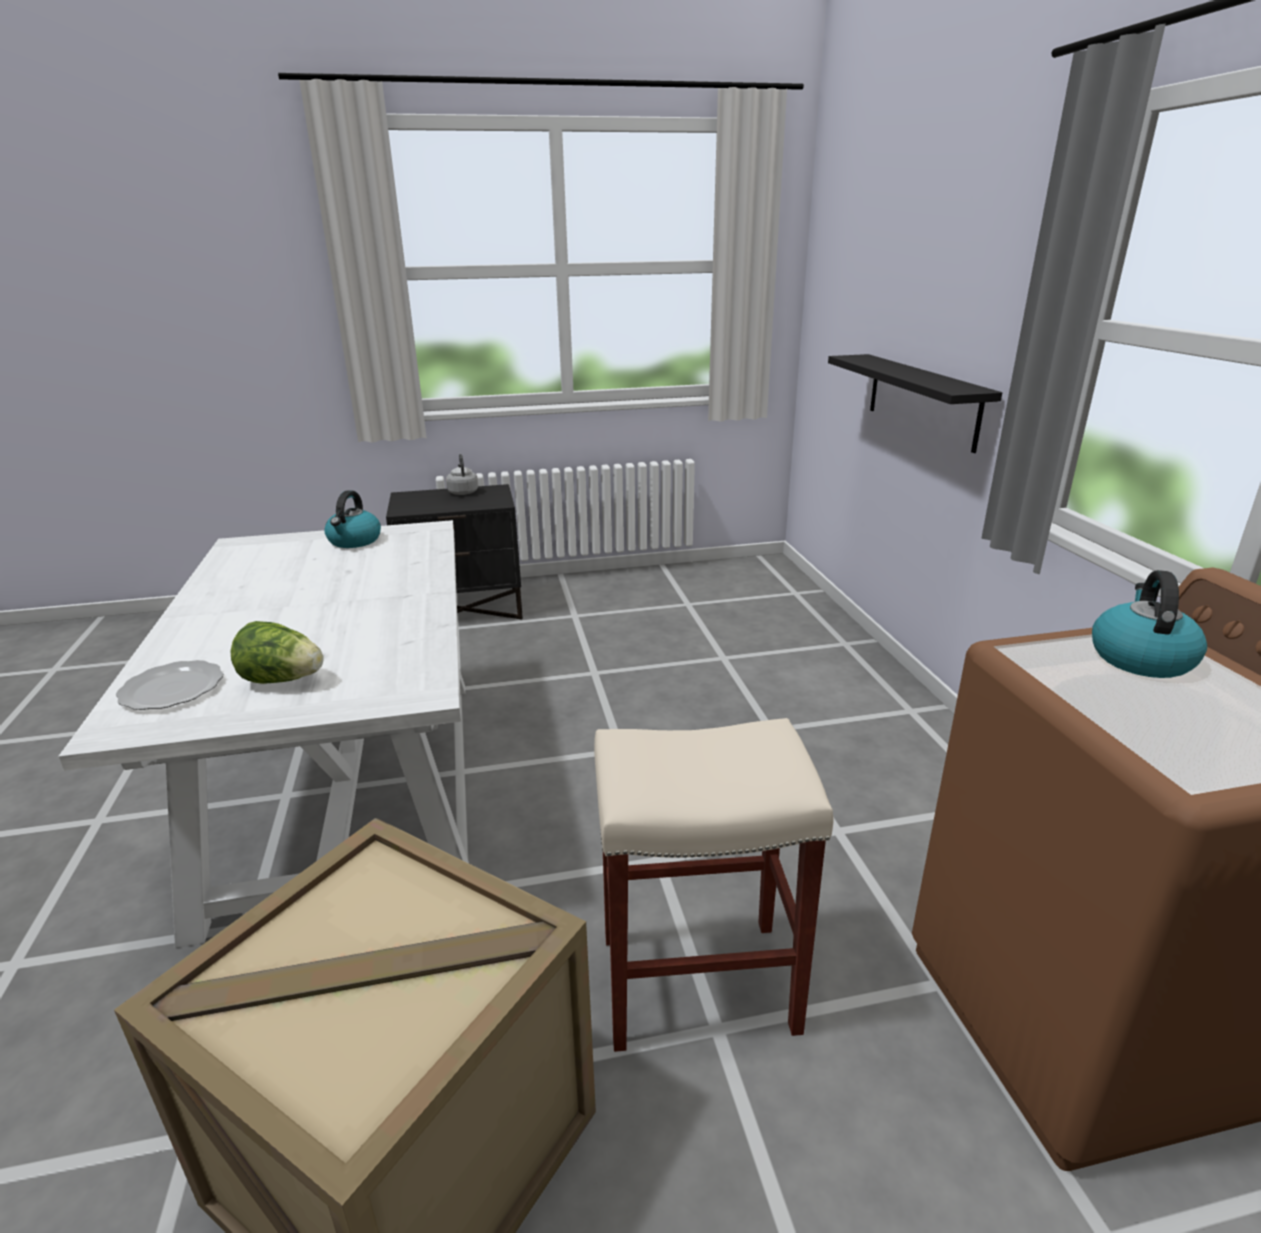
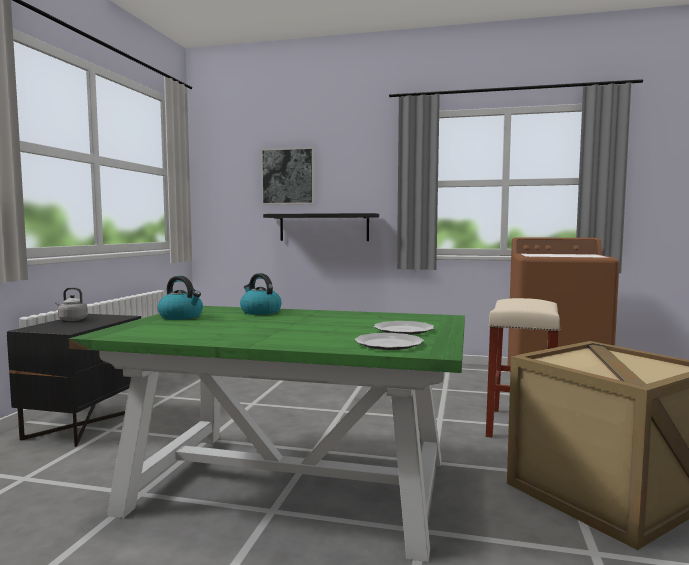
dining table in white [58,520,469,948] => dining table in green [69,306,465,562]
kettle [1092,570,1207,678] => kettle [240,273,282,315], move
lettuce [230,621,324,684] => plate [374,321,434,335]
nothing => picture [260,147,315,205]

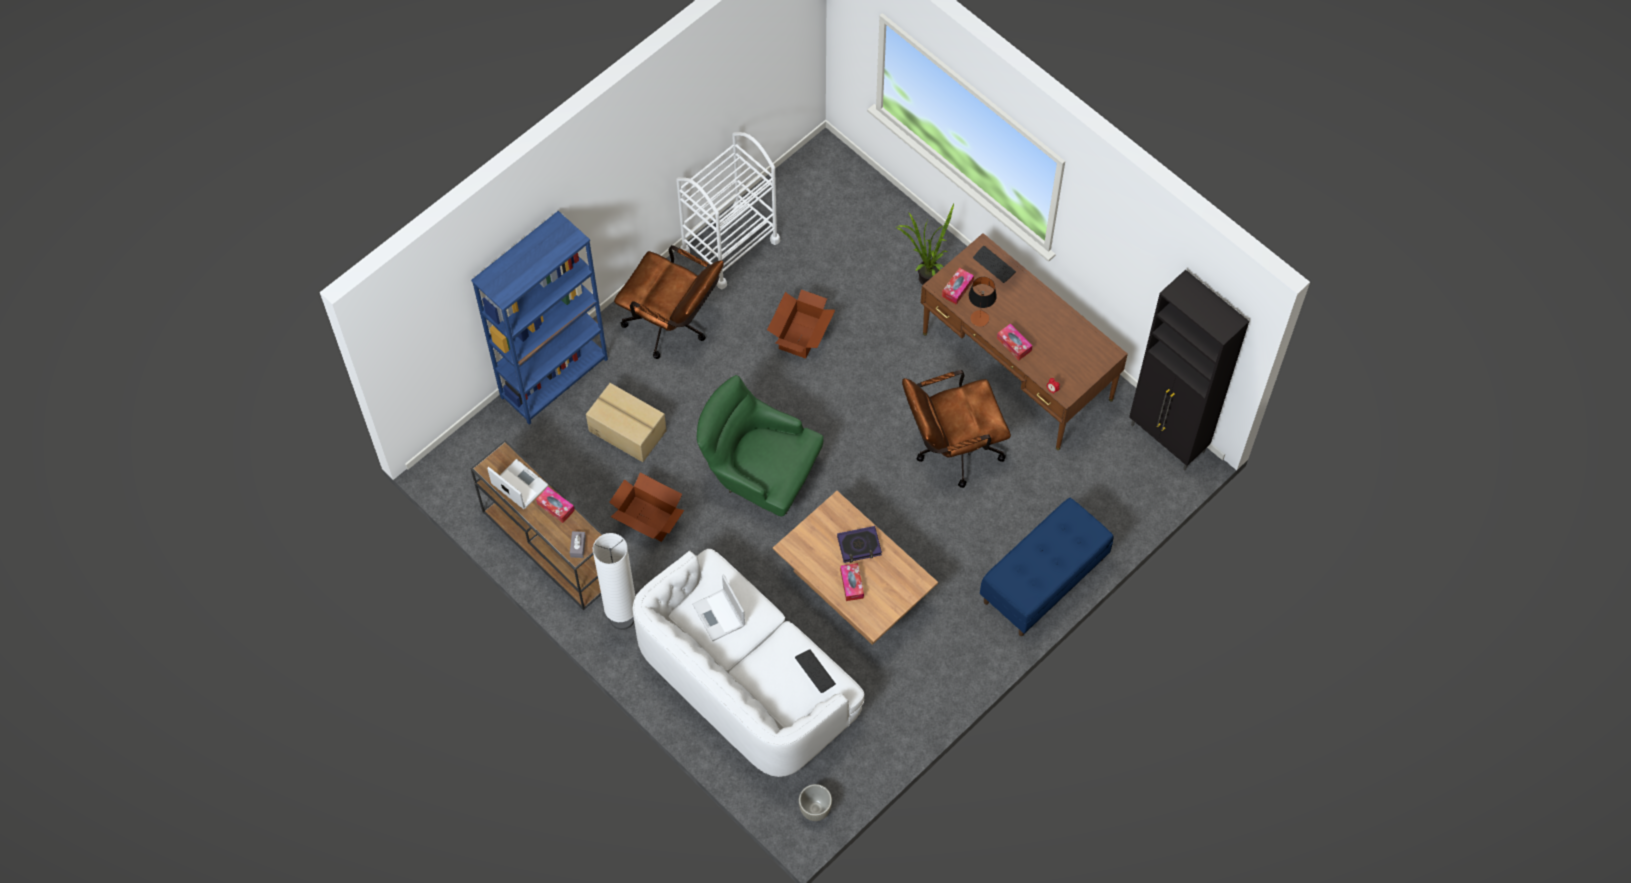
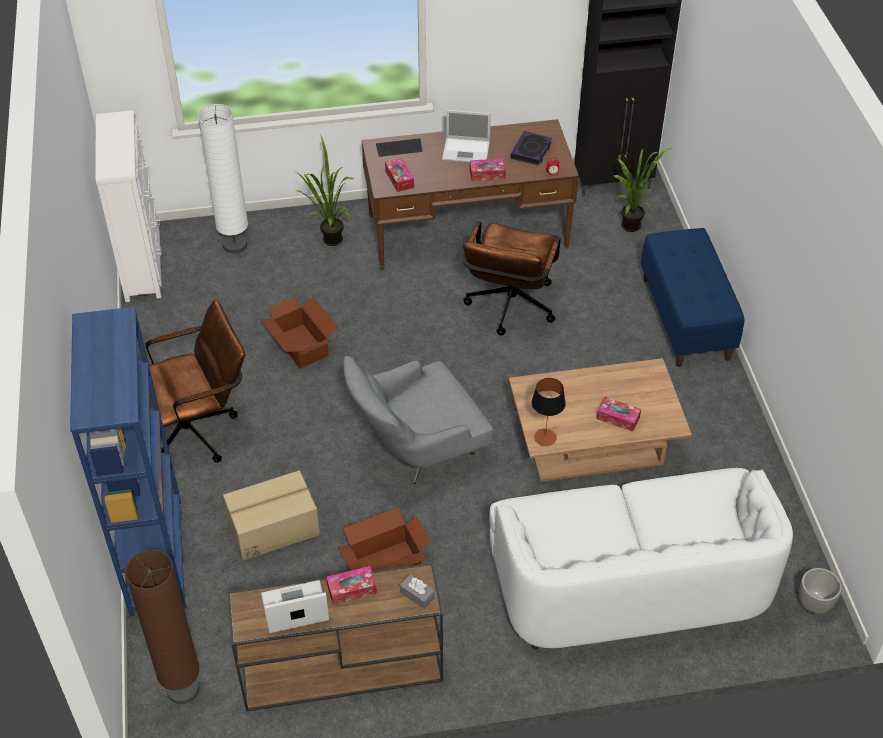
cart in white [676,132,780,289] => nothing
table lamp [969,277,997,327] => table lamp [532,378,566,446], move
armchair in green [697,375,823,516] => armchair in grey [343,356,493,485]
book [837,526,882,563] => book [511,131,552,166], move
floor lamp in white [593,533,635,630] => floor lamp in white [198,104,248,253], move
laptop [692,574,745,641] => laptop [442,110,491,162], move
keyboard [795,649,836,693] => nothing
nothing => dresser in white [95,110,162,302]
nothing => potted plant [612,133,671,232]
nothing => floor lamp in brown [125,550,199,704]

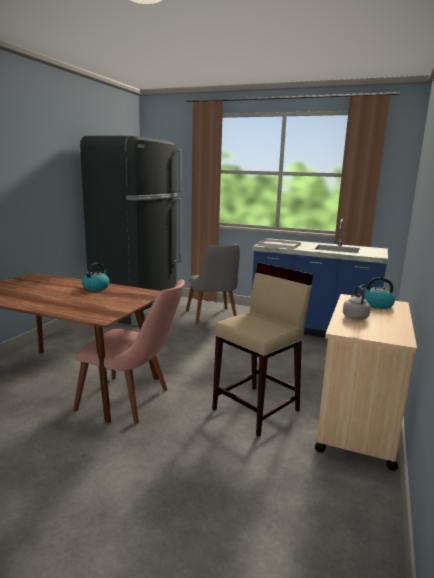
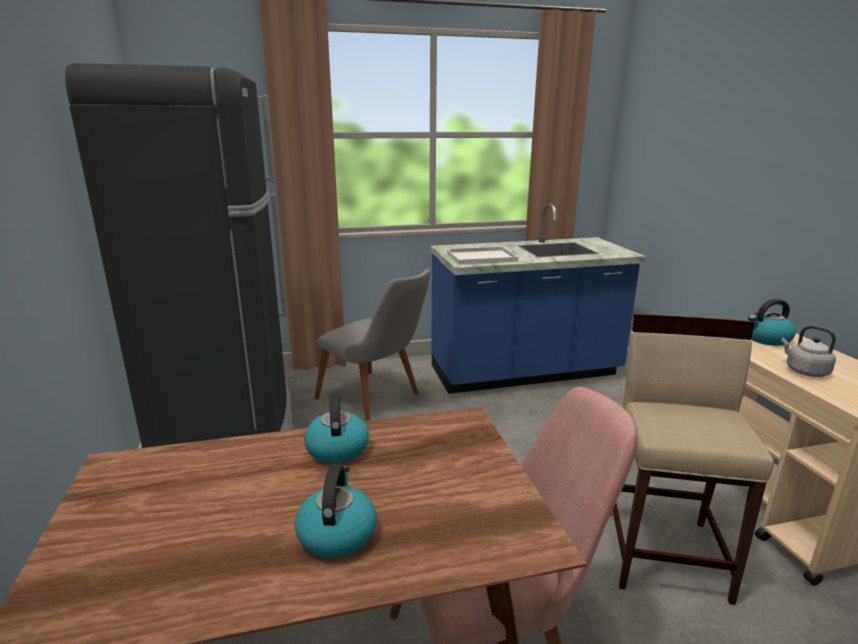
nothing => kettle [295,464,376,559]

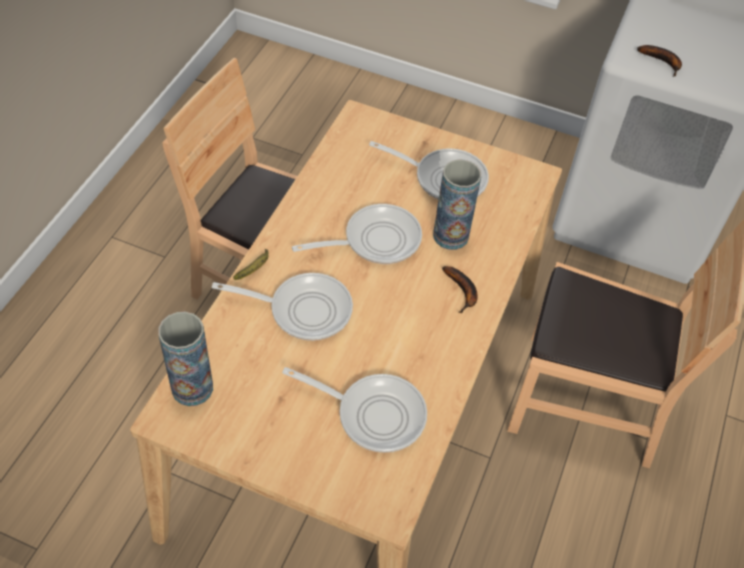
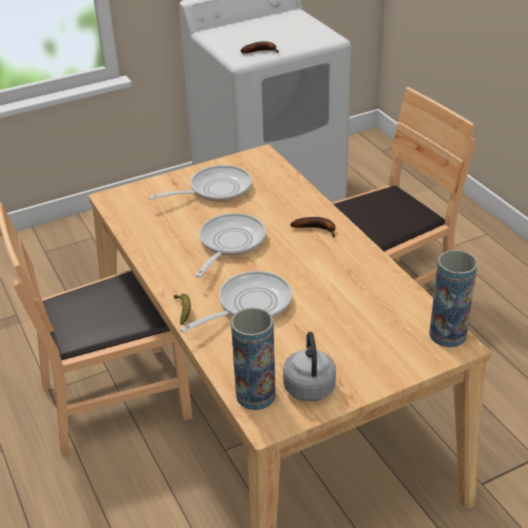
vase [433,159,482,250] => vase [429,250,478,347], move
frying pan [282,367,427,453] => nothing
nothing => kettle in grey [283,332,336,401]

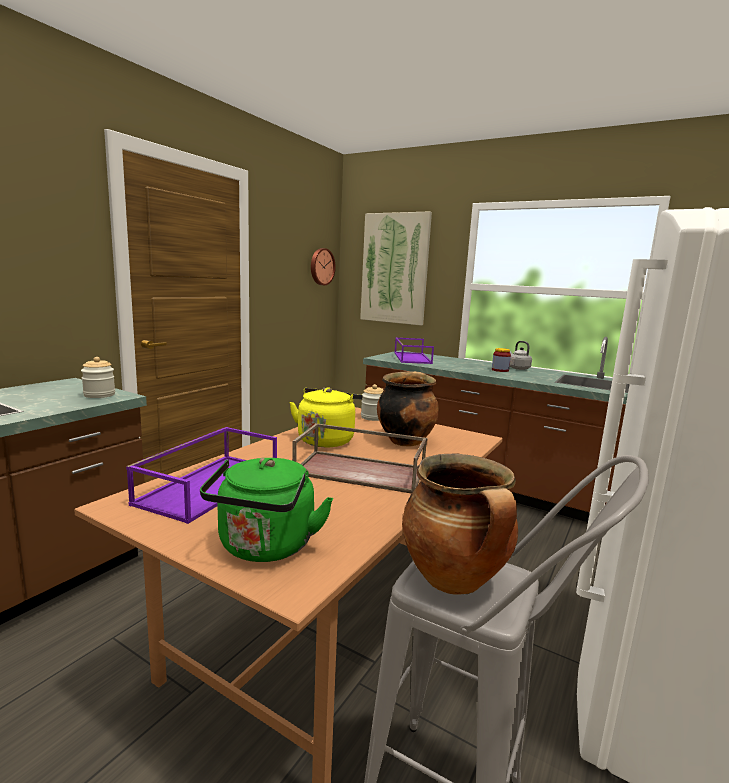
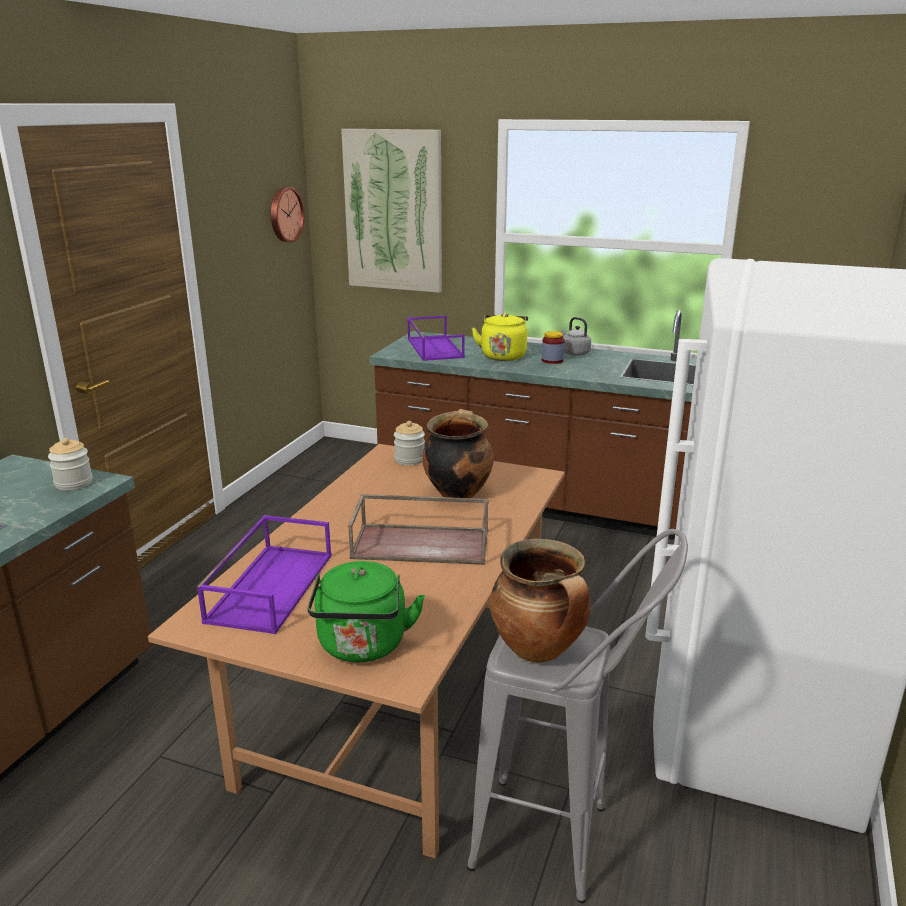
kettle in yellow [289,387,363,447] => kettle in yellow [472,313,528,361], move

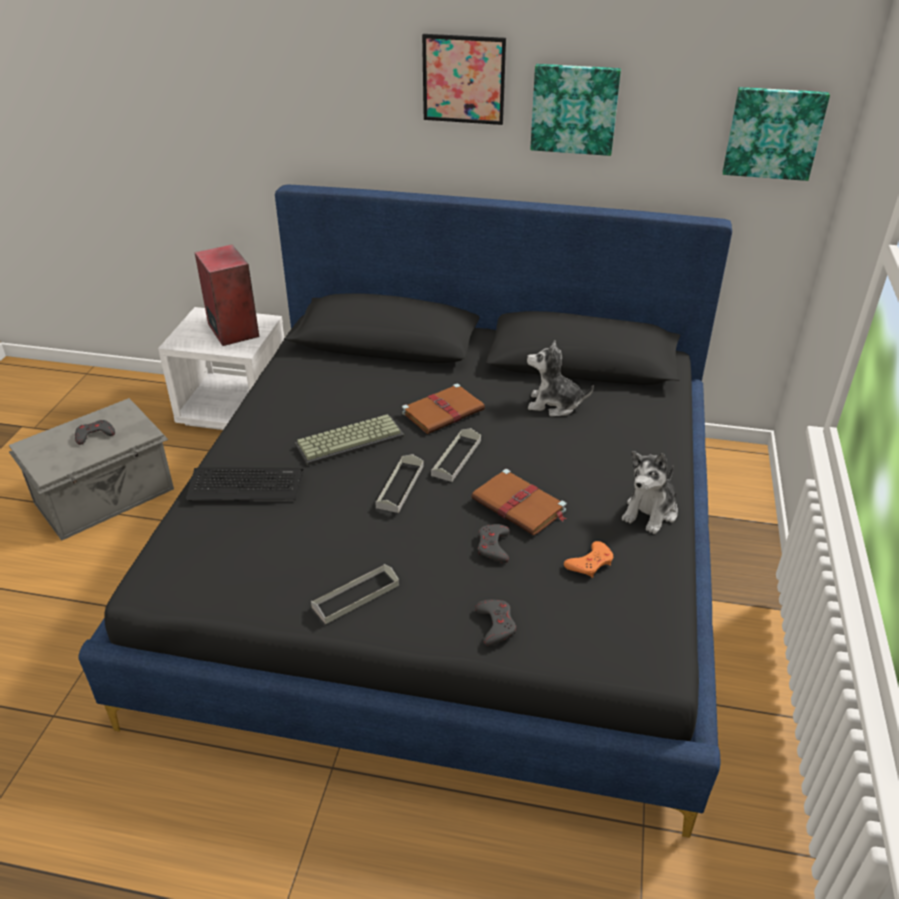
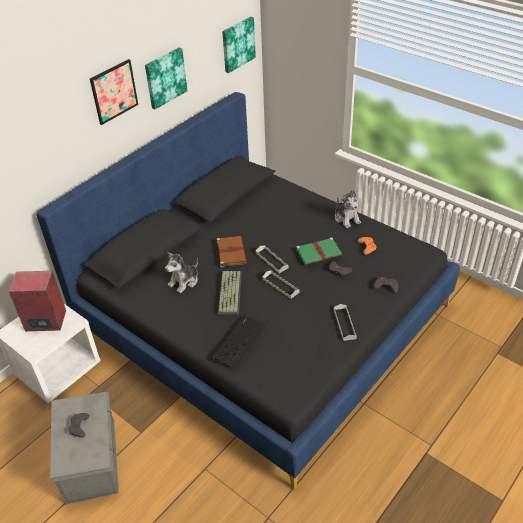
plush toy [527,340,594,417] => plush toy [165,252,198,293], move
book in brown [471,469,566,535] => book in green [296,237,342,265]

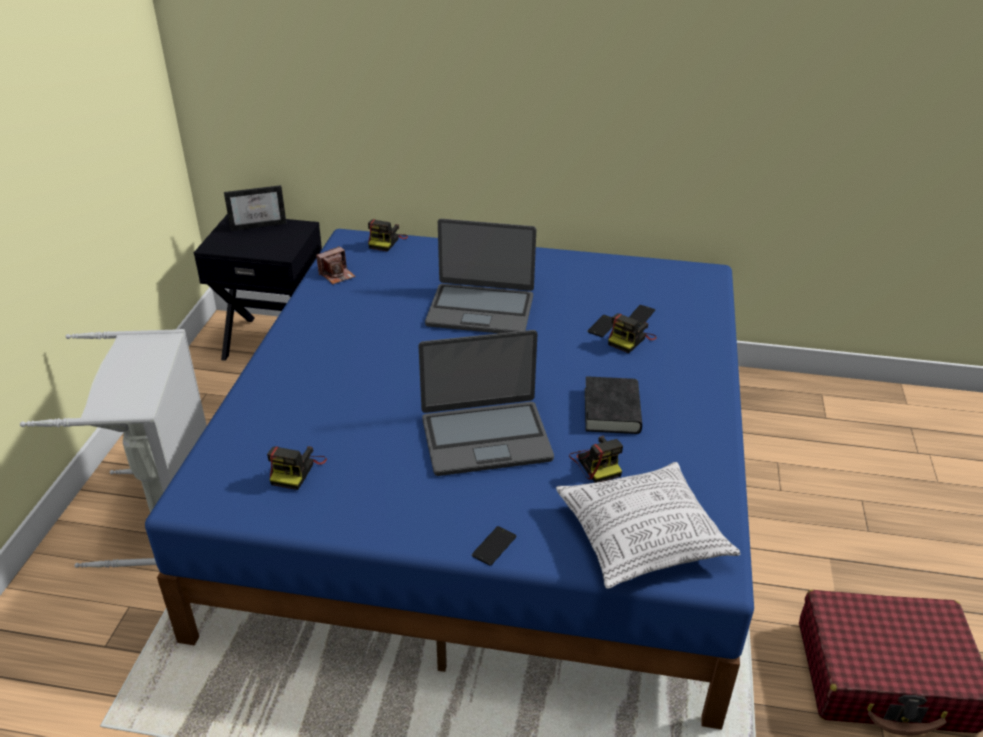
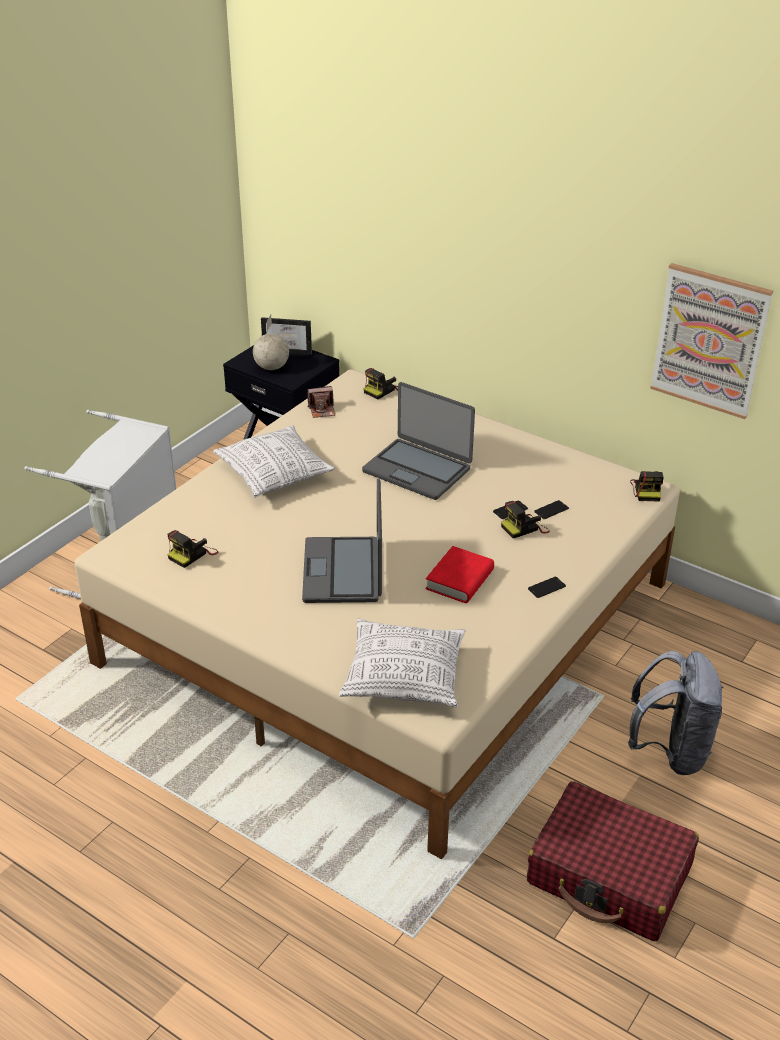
bed in blue [145,229,754,729] => bed in beige [75,369,680,859]
laptop [419,330,554,476] => laptop [302,478,382,603], 75 degrees clockwise
book in black [585,376,642,434] => book in red [426,546,494,603]
photo camera [569,436,623,483] => photo camera [630,471,663,502], move
phone [472,526,516,566] => phone [528,577,566,598], move
nothing => picture [650,263,773,419]
nothing => globe [253,315,289,370]
nothing => pillow [213,425,335,498]
nothing => backpack in grey [628,651,723,775]

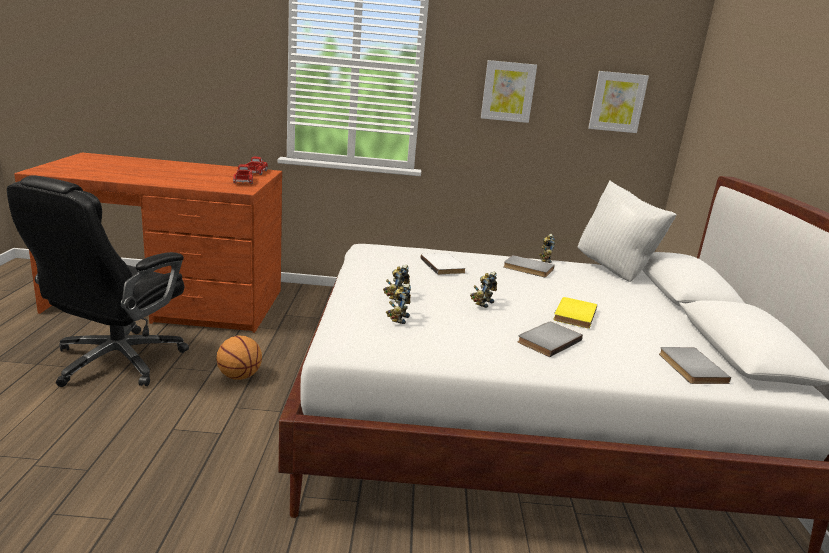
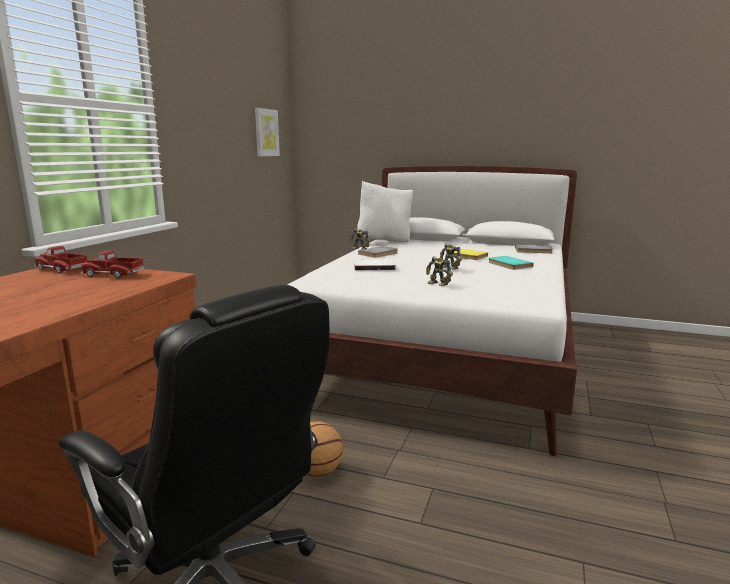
picture [481,60,537,123] => nothing
toy robot [386,284,411,324] => nothing
book in grey [518,322,583,357] => book in turquoise [488,256,534,270]

